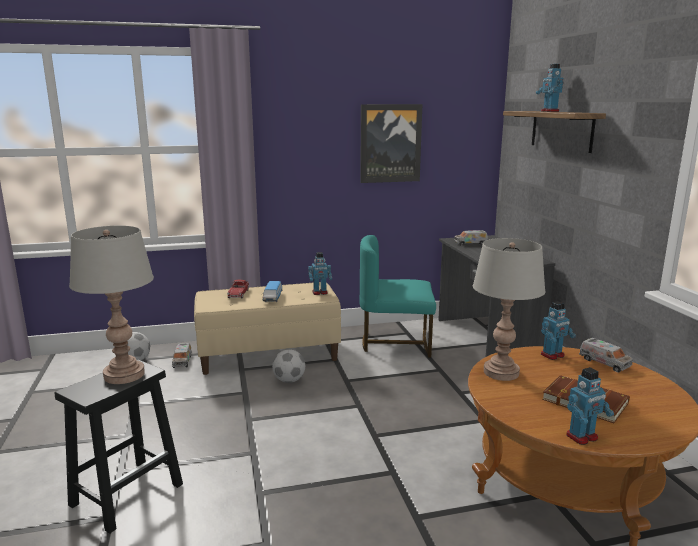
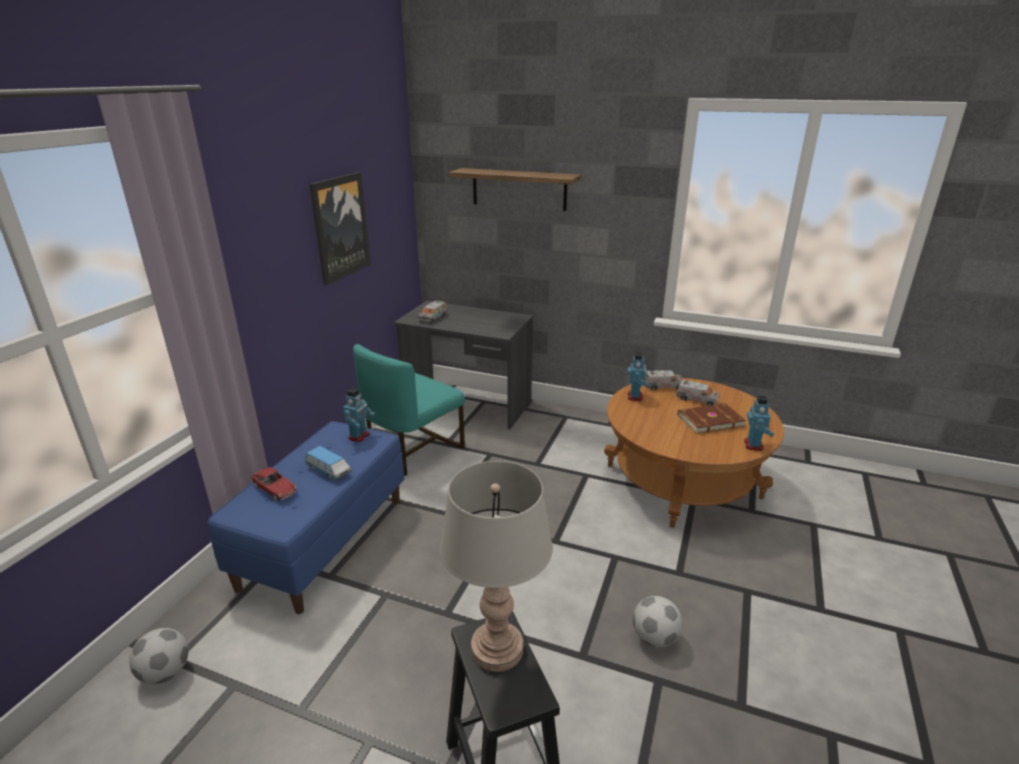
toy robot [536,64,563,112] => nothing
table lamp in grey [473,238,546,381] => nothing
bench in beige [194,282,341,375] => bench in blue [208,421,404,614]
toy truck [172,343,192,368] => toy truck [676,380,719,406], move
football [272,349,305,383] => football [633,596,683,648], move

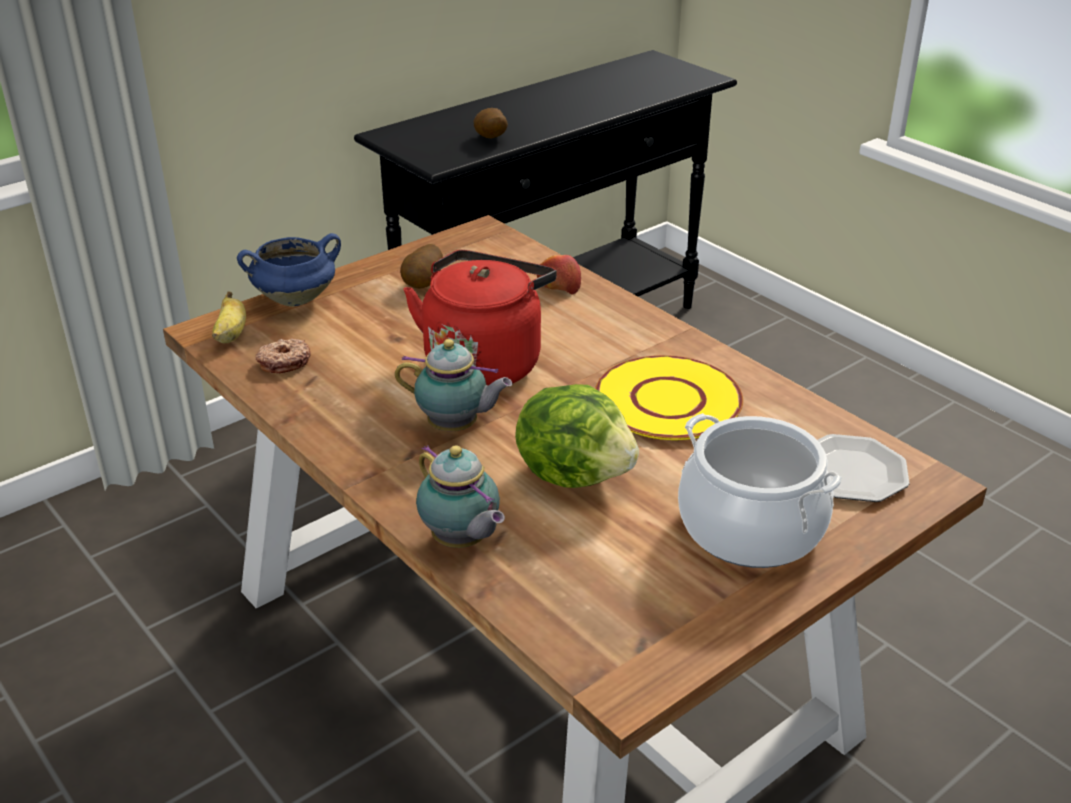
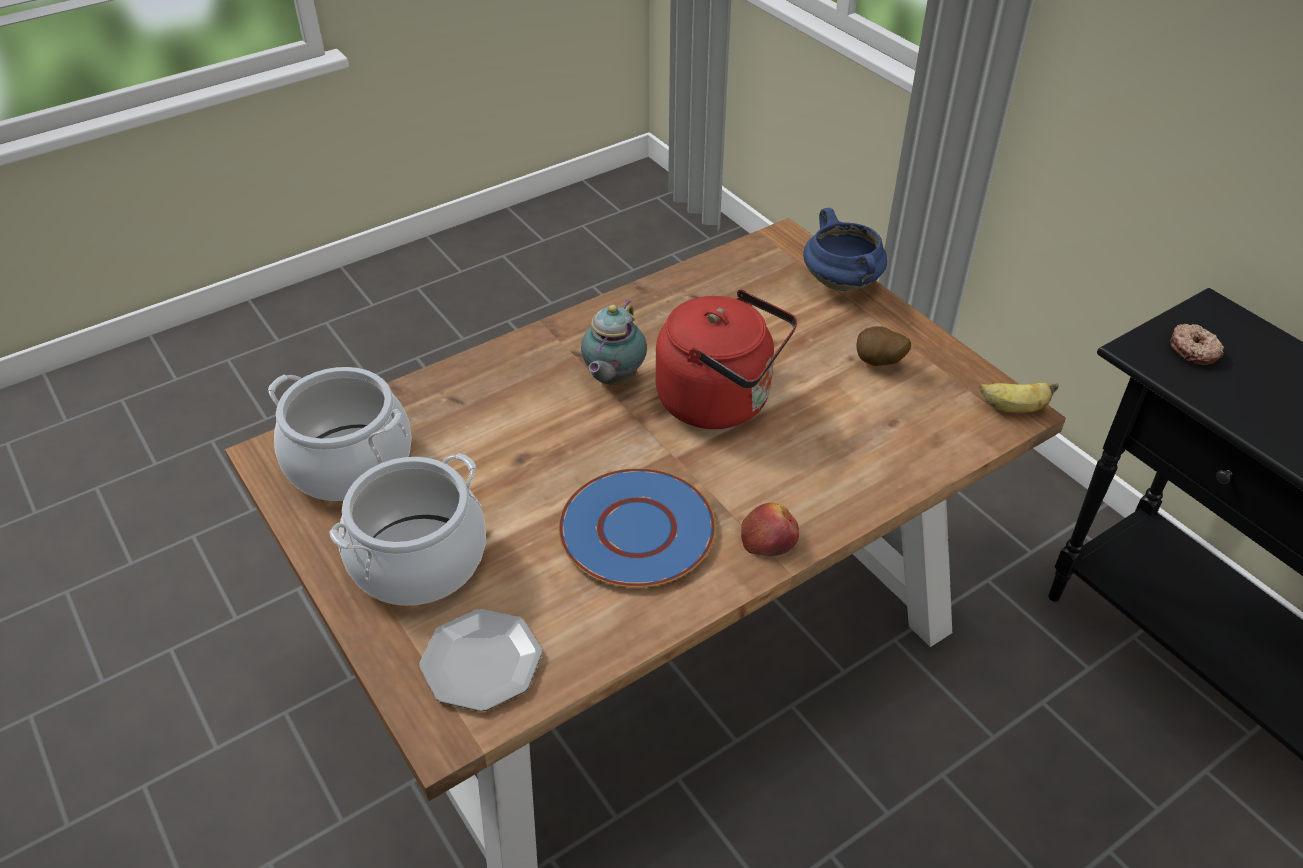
potato [474,108,508,138] => nothing
apple [537,255,581,295] => apple [741,503,799,556], move
banana [212,291,246,343] => banana [979,382,1058,413], move
donut [255,339,311,373] => donut [1170,324,1224,365], move
plate in yellow [595,355,743,440] => plate in blue [558,468,716,588]
lettuce [515,384,639,488] => nothing
teapot [416,445,505,548] => nothing
nothing => cooking pot [267,367,412,502]

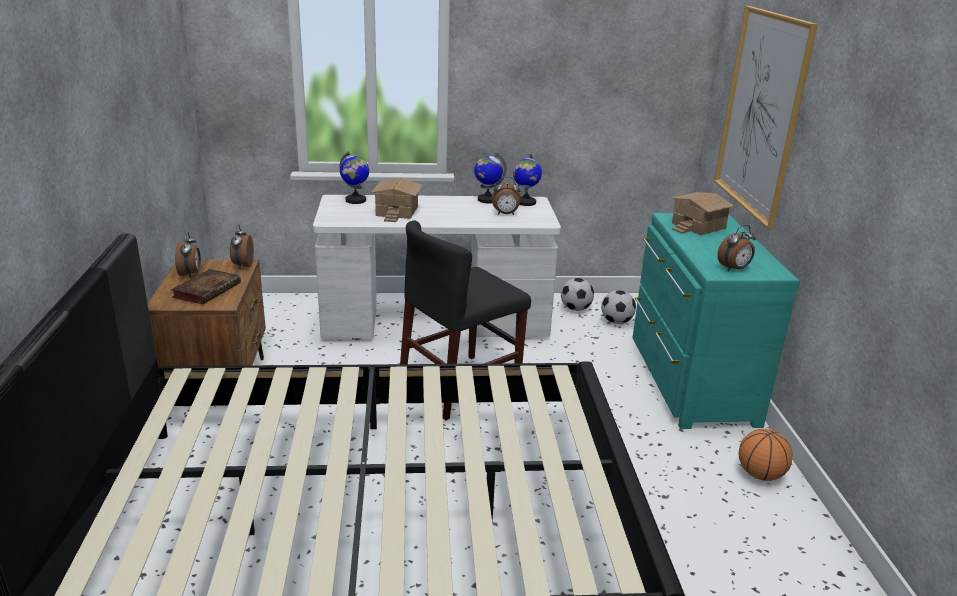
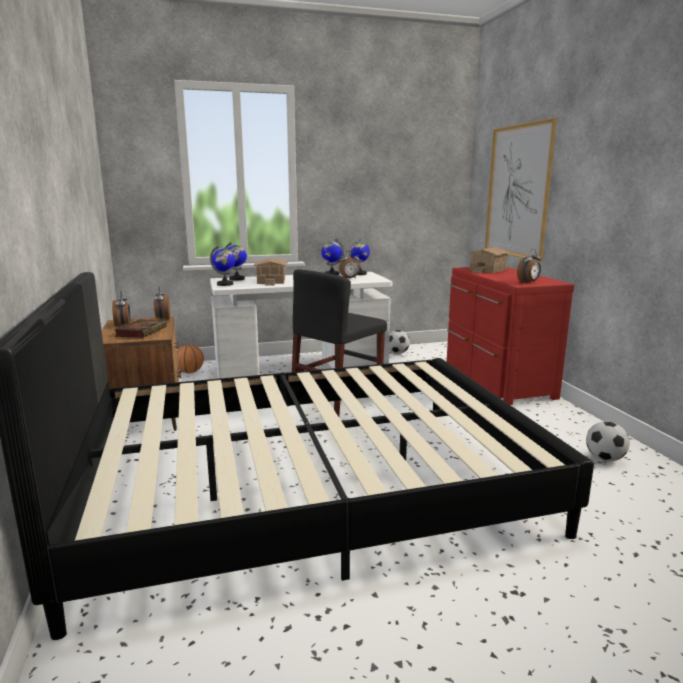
dresser in turquoise [632,213,800,429] => dresser in red [447,267,574,405]
football [601,290,636,324] => football [586,422,630,461], move
basketball [738,429,793,481] => basketball [177,344,204,373], move
nothing => globe [210,245,235,286]

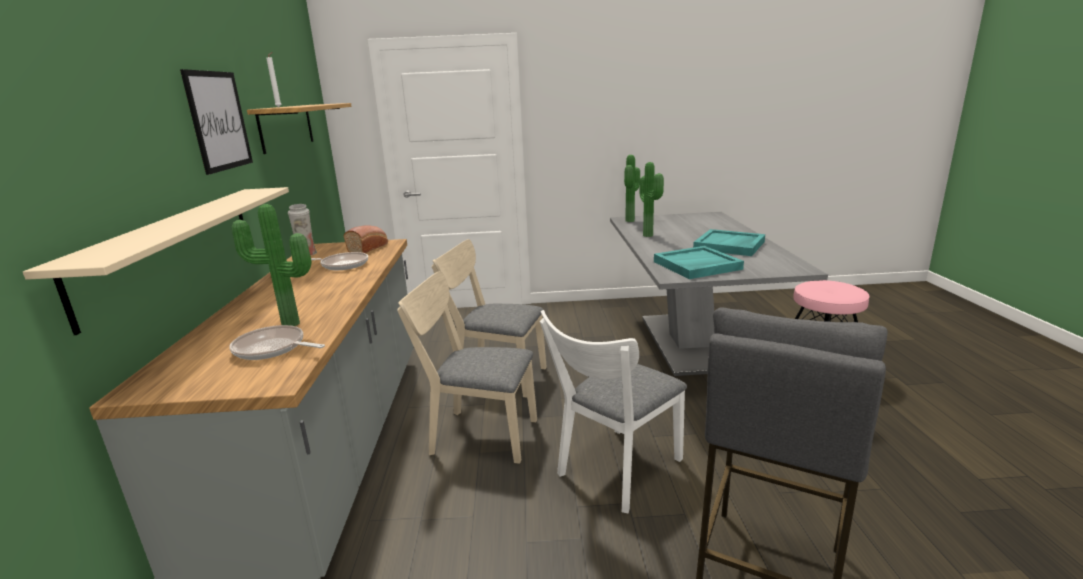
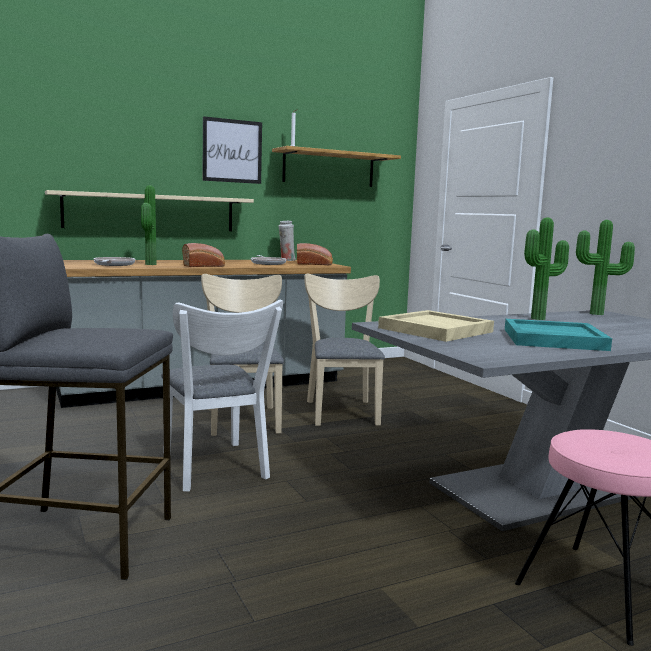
tray in turquoise [654,246,744,279] => tray in beige [378,310,494,342]
chair in white [540,310,687,513] => chair in white [161,300,283,492], 135 degrees counterclockwise
nothing => bread [182,243,225,267]

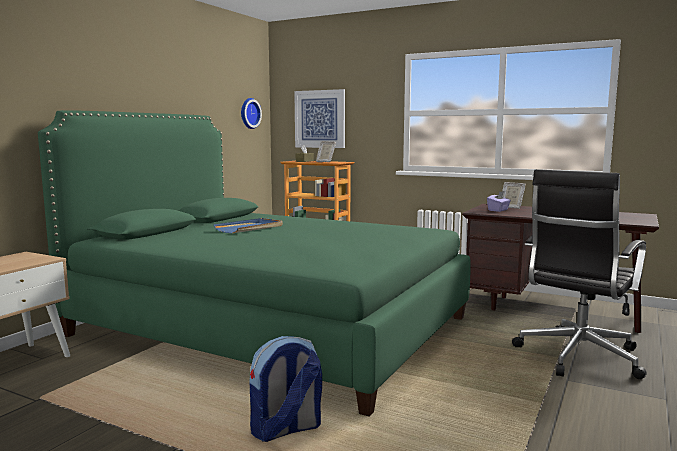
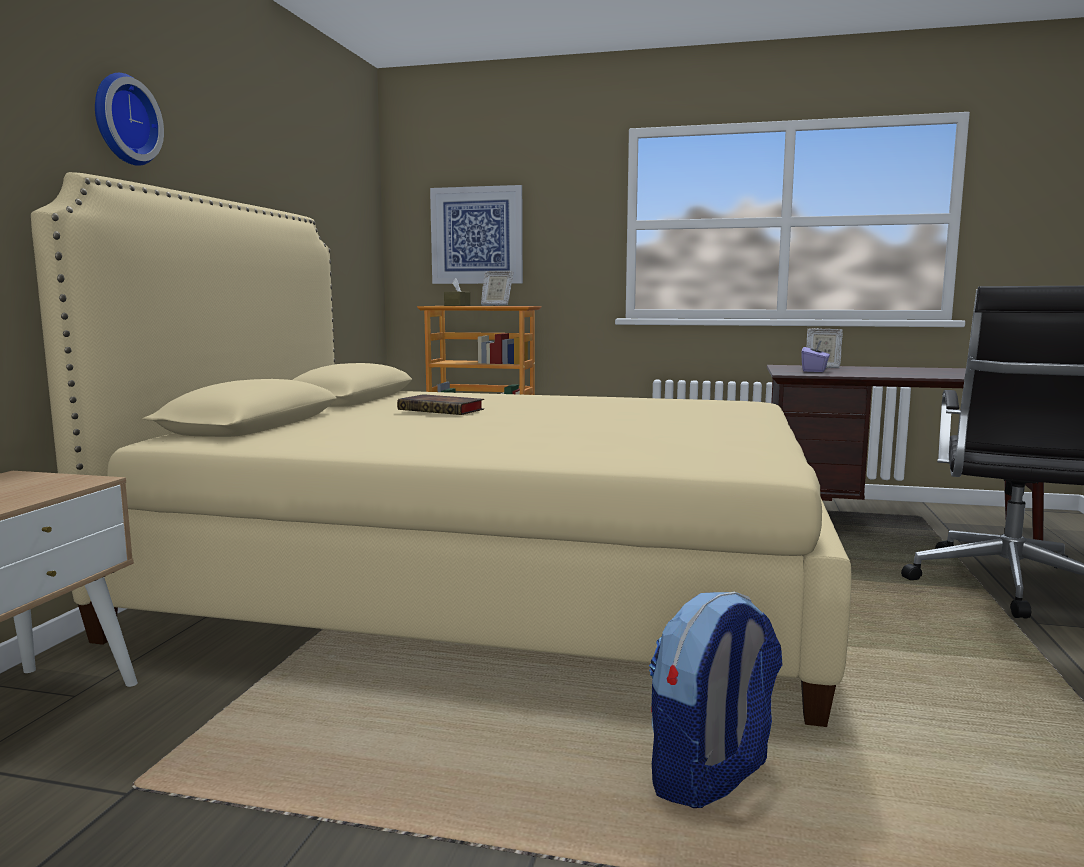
wall clock [241,98,262,129] => wall clock [95,73,164,166], move
bed in green [38,110,471,416] => bed in beige [31,172,851,727]
tray in blue [213,218,283,233] => book [397,394,484,415]

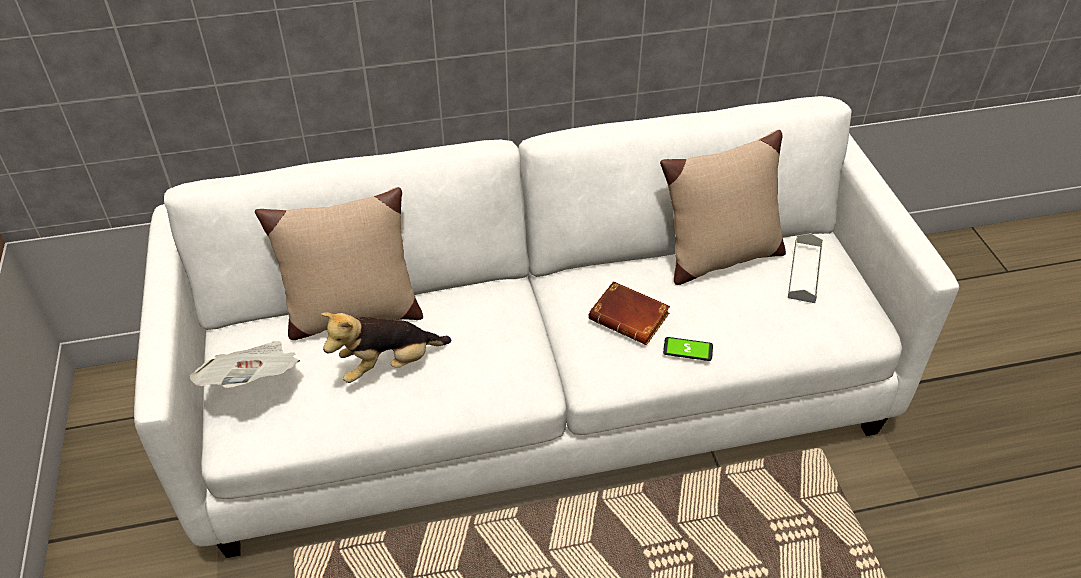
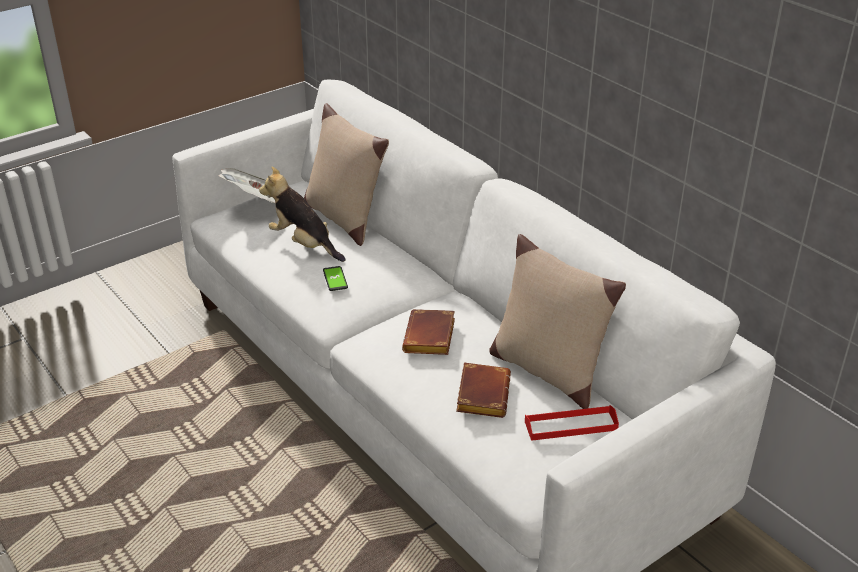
tray in grey [788,233,823,303] => tray in red [525,405,619,441]
phone [663,337,713,361] => phone [323,266,348,291], move
nothing => book in brown [456,363,511,418]

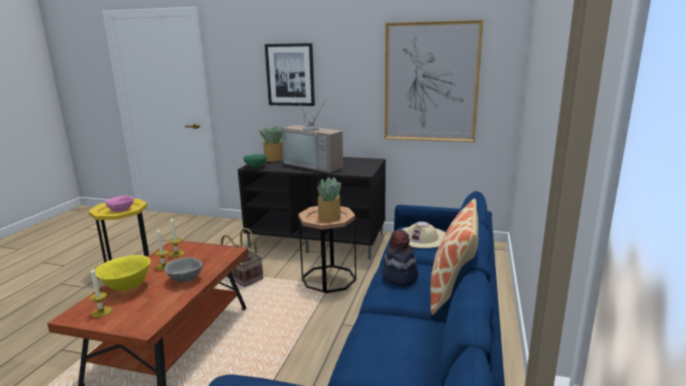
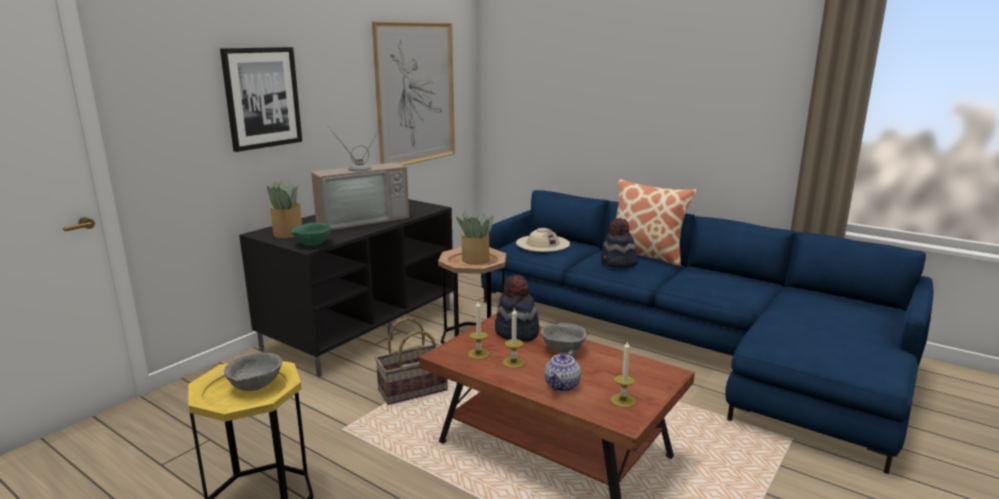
bowl in pink [105,196,134,212] => bowl in grey [224,353,282,391]
bowl in yellow [95,255,151,291] => teapot [544,350,581,392]
nothing => hat [495,274,539,342]

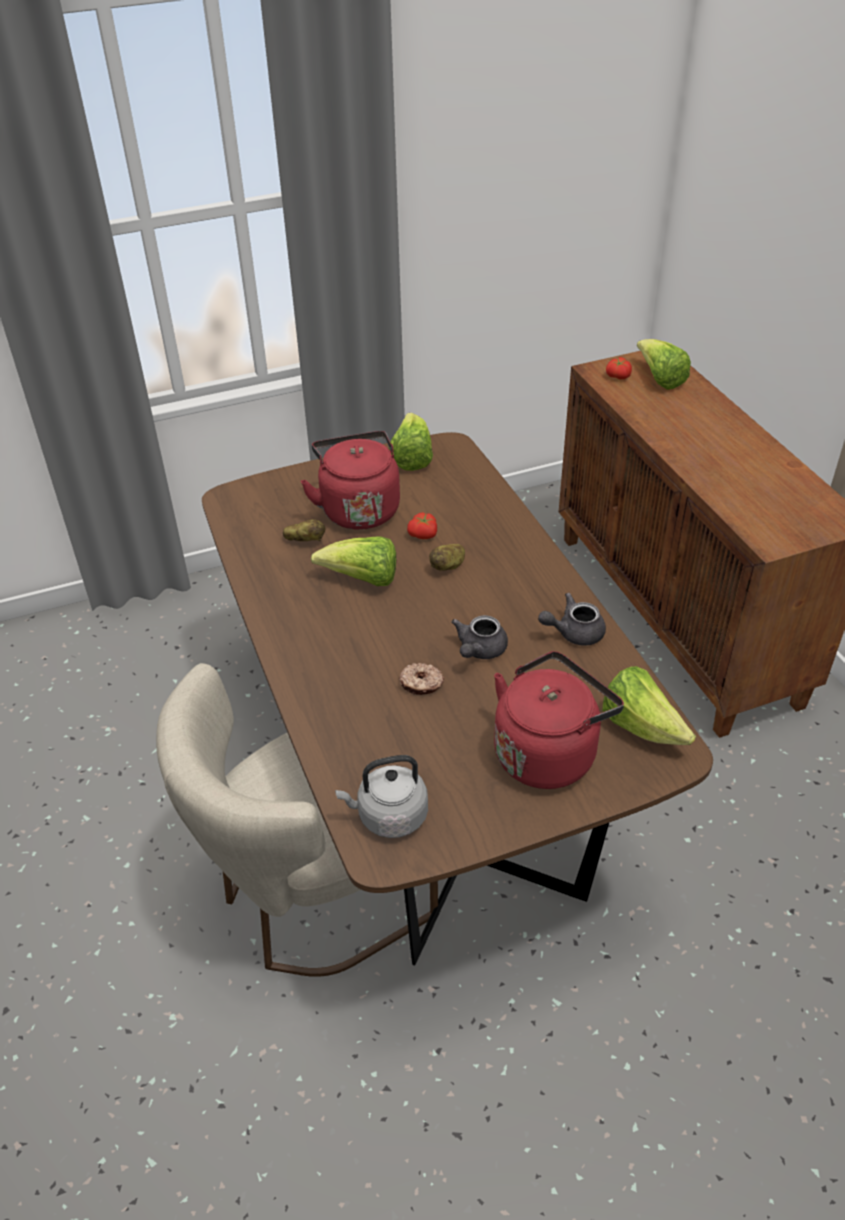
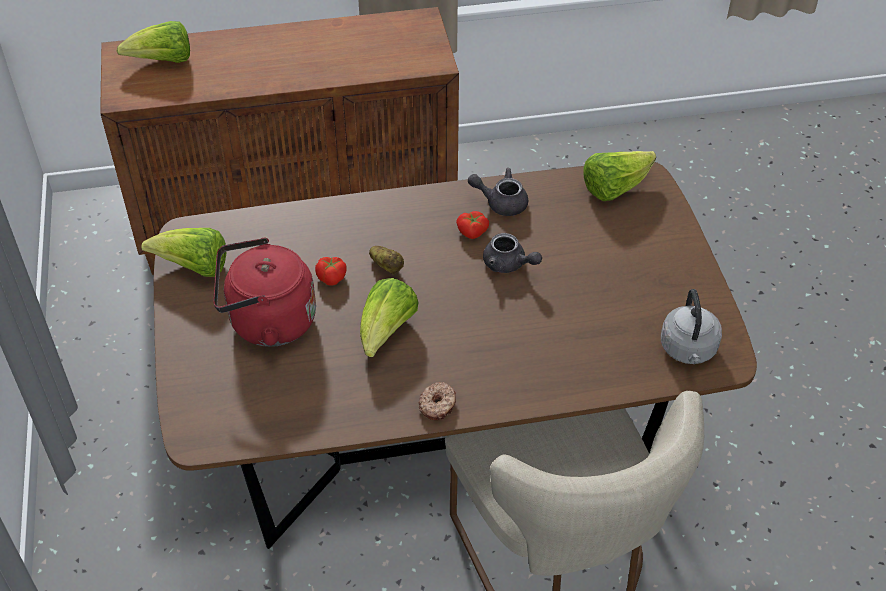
tomato [606,357,632,379] => tomato [456,211,489,239], move
potato [283,519,325,541] => nothing
teapot in grey [538,593,606,646] => teapot in grey [468,168,528,216], 105 degrees clockwise
kettle in red [494,651,624,789] => nothing
donut [399,663,444,695] => donut [418,382,456,420], move

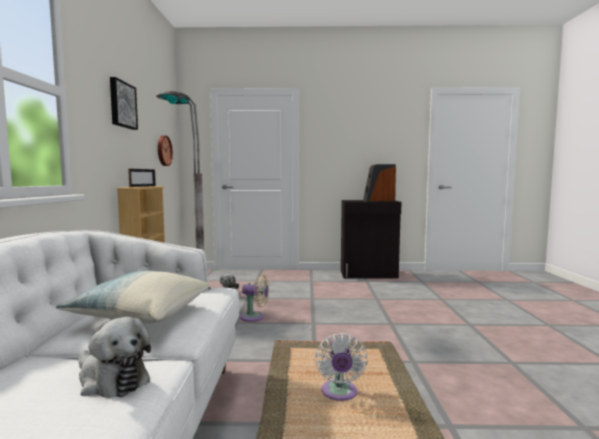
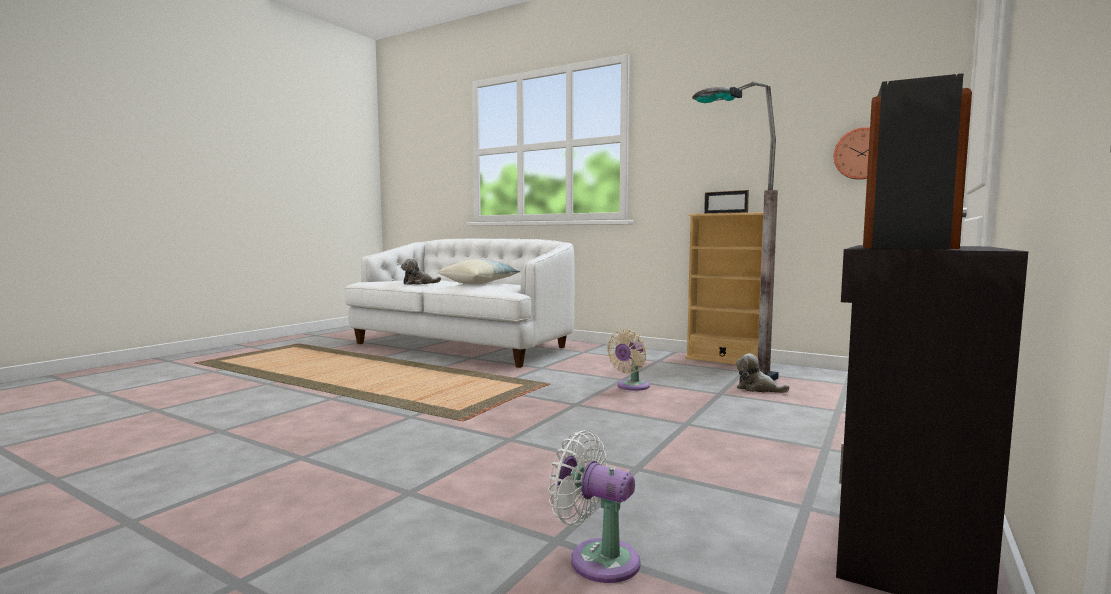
picture [110,77,138,130] => nothing
fan in white [315,333,367,401] => fan in white [548,430,641,583], move

